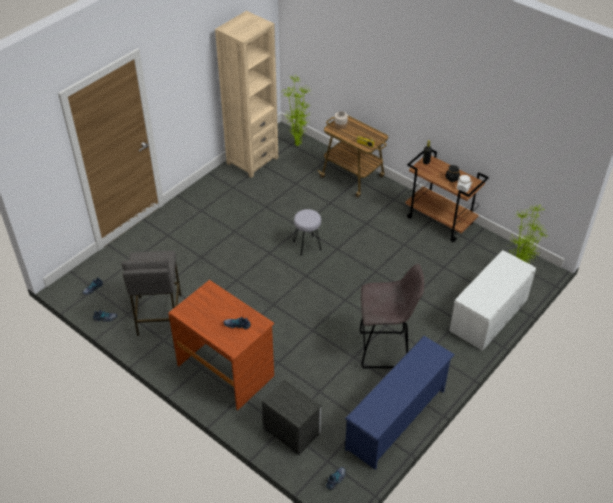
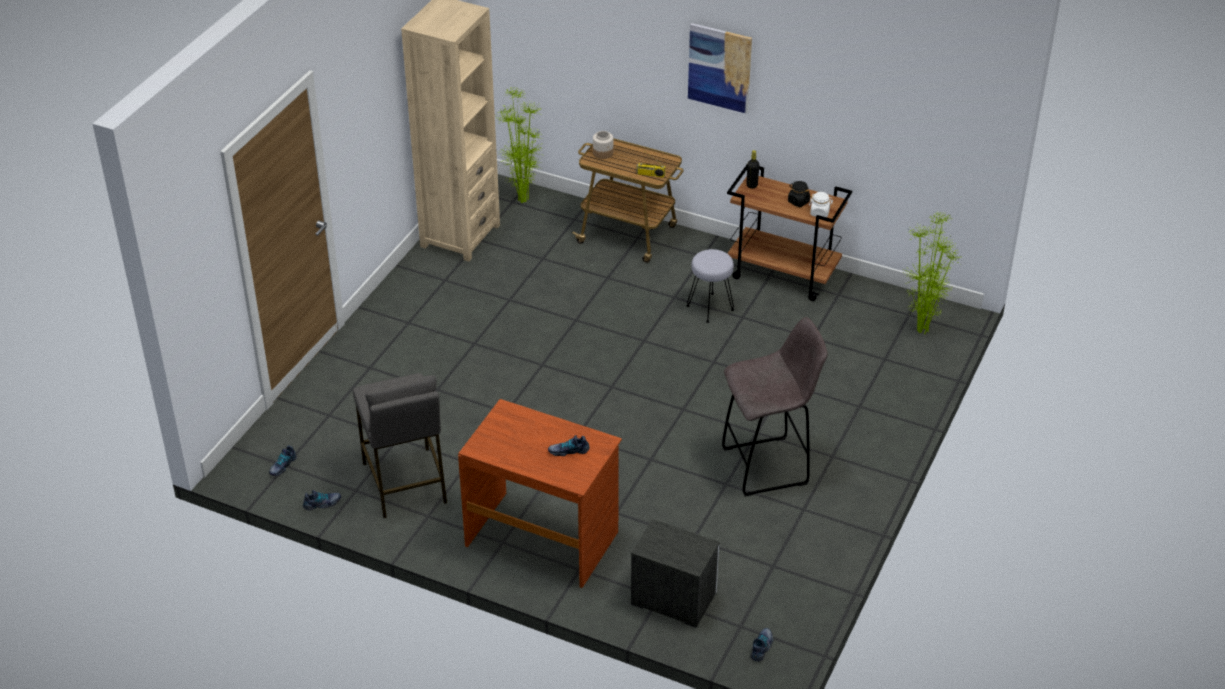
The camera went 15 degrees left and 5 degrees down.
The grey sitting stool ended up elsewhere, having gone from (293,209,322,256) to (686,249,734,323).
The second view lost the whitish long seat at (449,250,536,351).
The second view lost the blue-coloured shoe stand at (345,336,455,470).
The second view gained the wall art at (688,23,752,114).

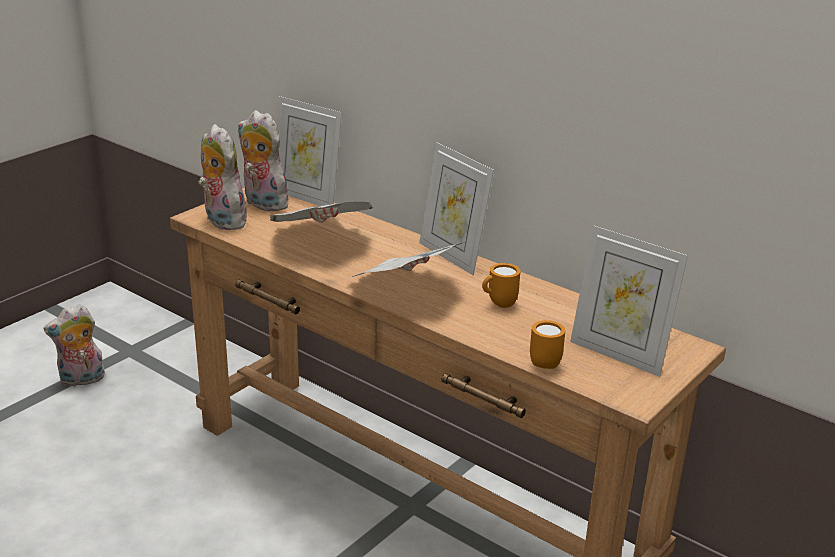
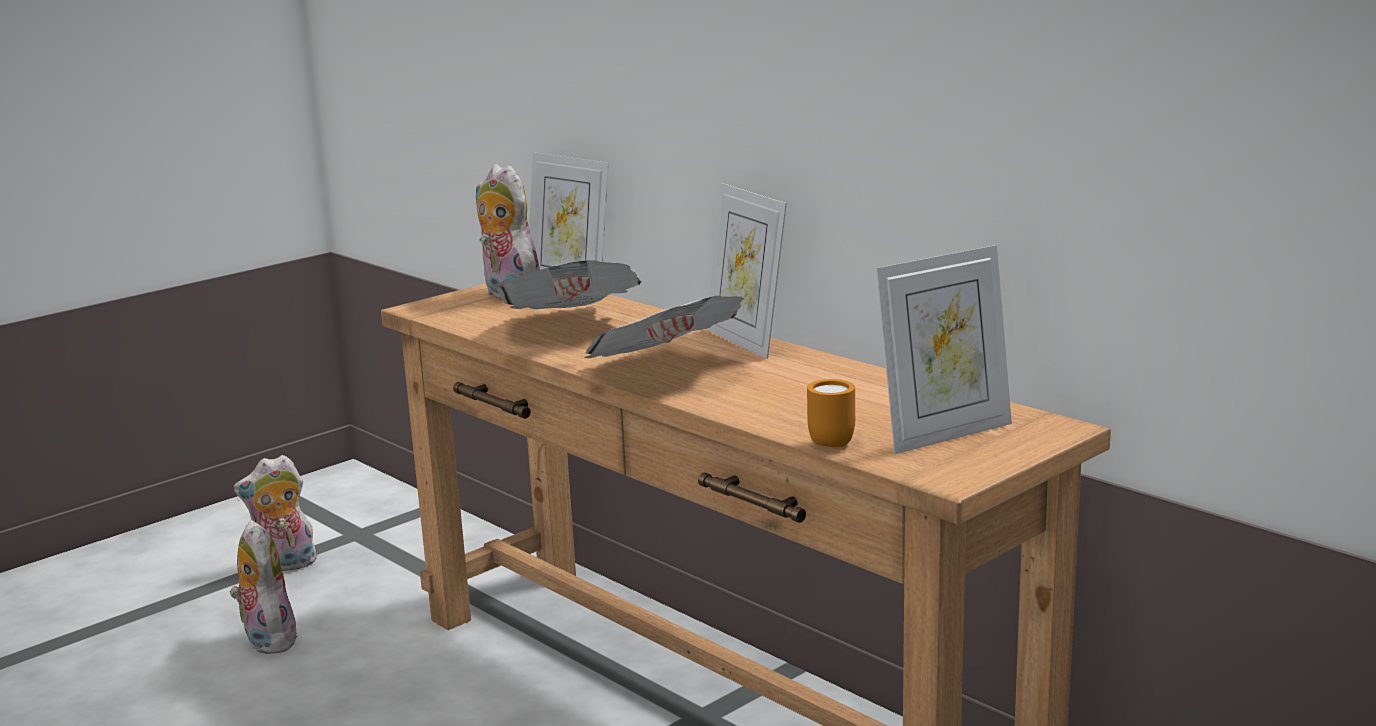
The camera went 10 degrees right and 10 degrees down.
The plush toy ended up elsewhere, having gone from (198,124,247,230) to (229,520,301,654).
The photo frame at (570,225,688,377) ended up facing another way, 75 degrees counterclockwise from before.
The second view lost the orange-coloured mug at (482,263,520,308).

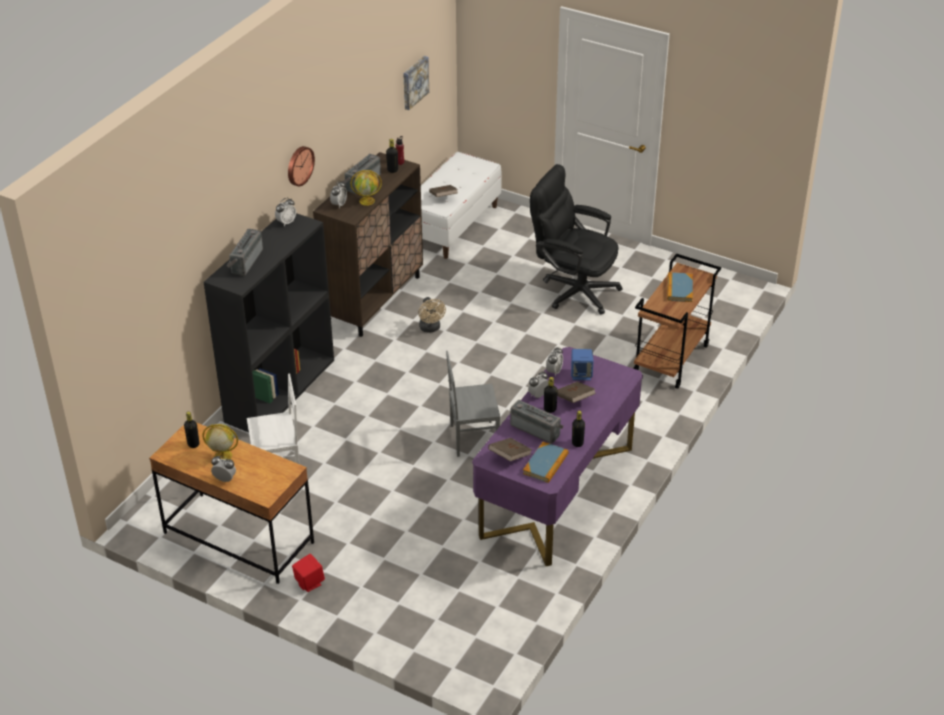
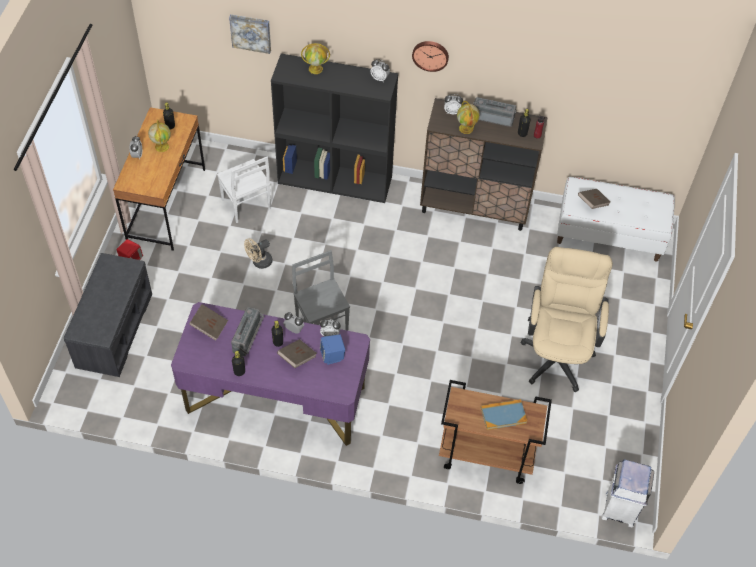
The camera went 70 degrees right and 15 degrees up.
The wall art ended up elsewhere, having gone from (403,56,429,110) to (229,14,271,54).
What was the black-coloured desk chair at (530,164,622,314) turned into the sand-coloured desk chair at (521,247,613,392).
Where the radio receiver stood at (226,229,263,276), the world globe came to stand at (301,43,330,74).
The sand-coloured fan ended up elsewhere, having gone from (418,297,446,333) to (244,238,273,269).
The second view lost the bound book at (523,442,569,483).
The second view gained the grey long seat at (64,253,152,377).
The second view gained the whitish rubbish bin at (602,459,654,527).

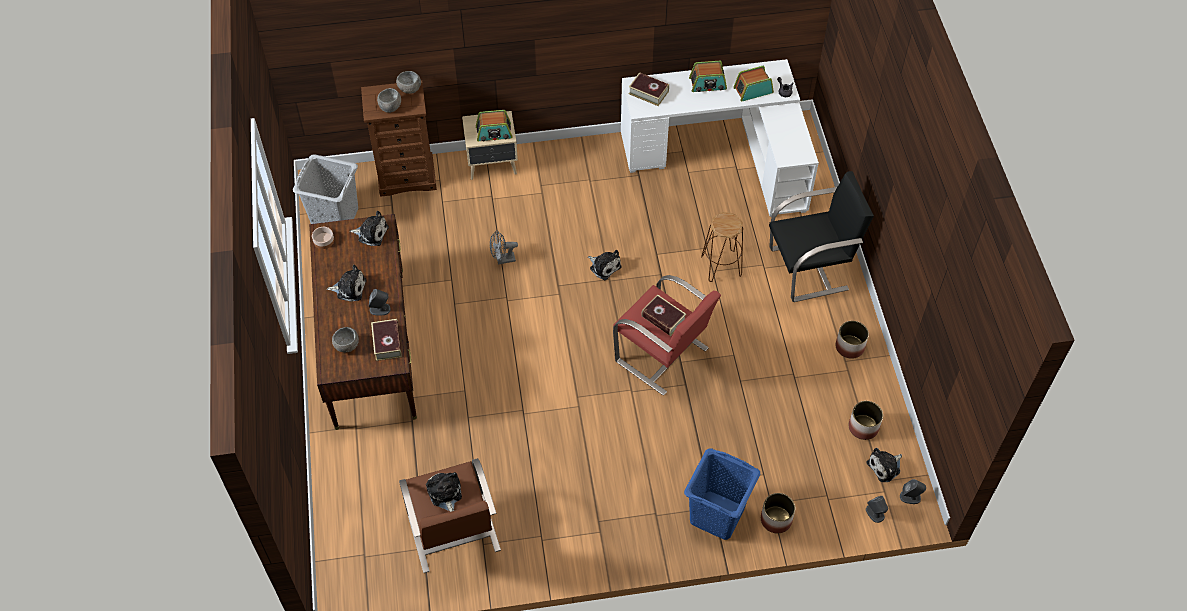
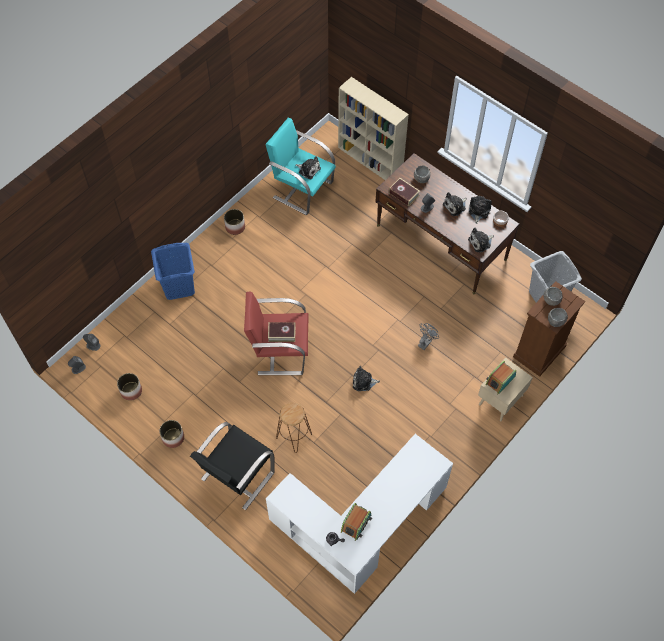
The camera went 140 degrees right and 5 degrees up.
The second view lost the radio receiver at (689,61,727,92).
The second view lost the bound book at (629,72,669,106).
The plush toy ended up elsewhere, having gone from (866,448,902,482) to (469,196,492,224).
What was the brownish lounge chair at (399,458,501,573) turned into the blue-green lounge chair at (265,118,336,215).
The plant pot ended up elsewhere, having gone from (761,493,795,533) to (224,209,245,235).
The second view gained the sand-coloured shelving unit at (338,77,409,180).

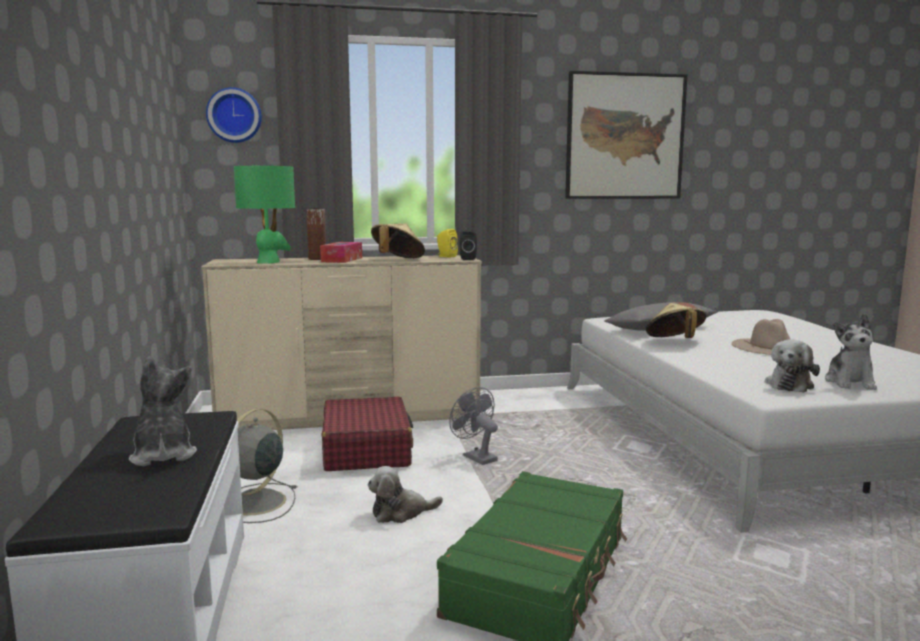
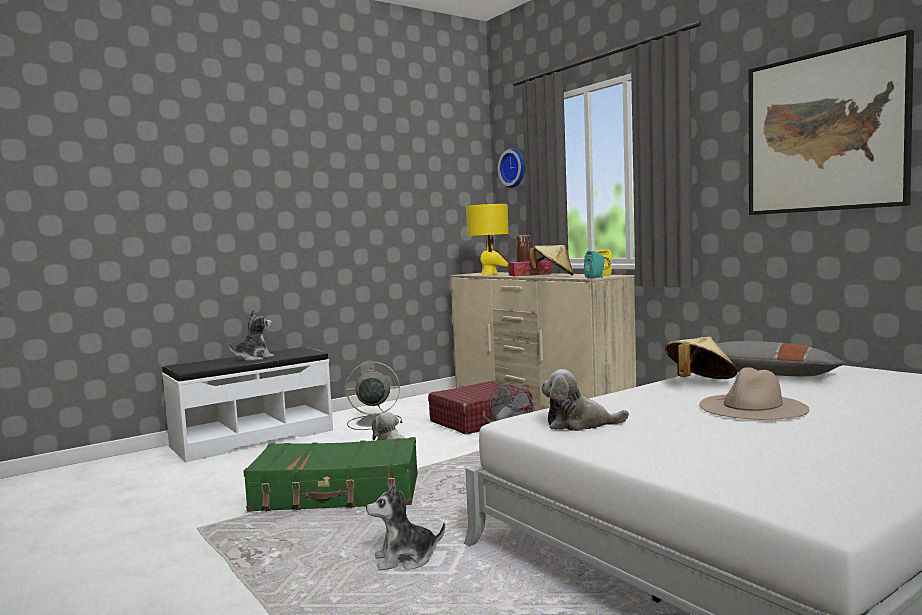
The camera went 65 degrees right and 5 degrees down.
What was the greenish lamp for a table at (234,165,295,264) turned into the yellow-coloured lamp for a table at (466,204,509,275).
What was the black-coloured loudspeaker at (460,231,477,260) turned into the blue-green loudspeaker at (584,251,604,278).
The plush toy ended up elsewhere, having gone from (825,314,877,390) to (366,484,445,570).

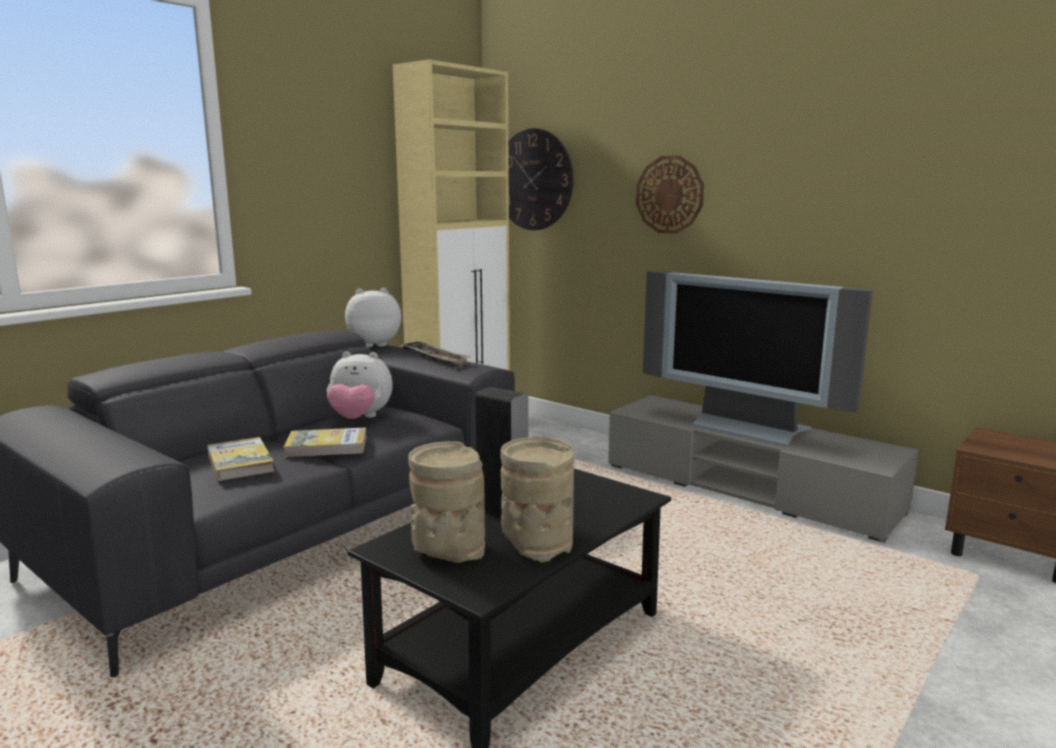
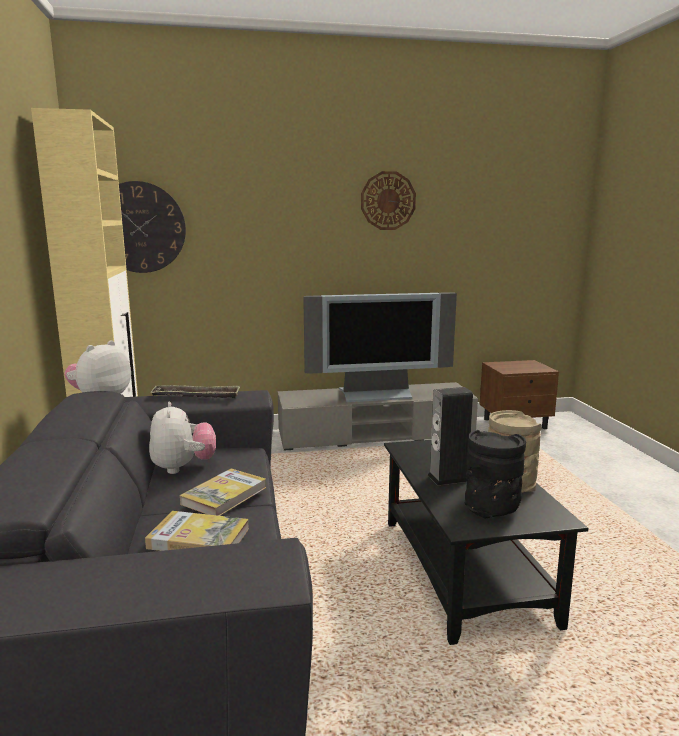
The camera went 50 degrees left and 0 degrees up.
The wall clock ended up elsewhere, having gone from (636,156,704,234) to (361,171,416,230).
The plush toy at (327,351,393,419) ended up facing another way, 60 degrees counterclockwise from before.
What was the sand-coloured vase at (408,441,485,563) turned into the black-coloured vase at (465,430,526,519).

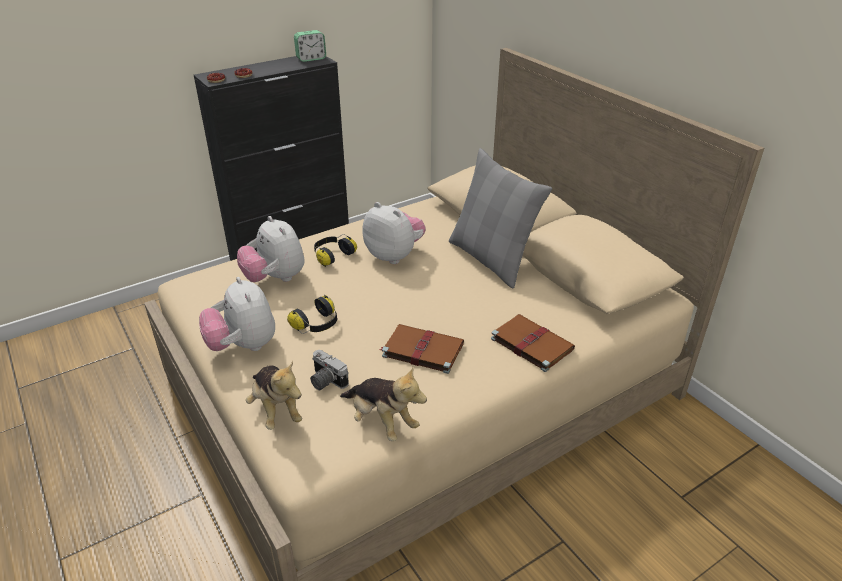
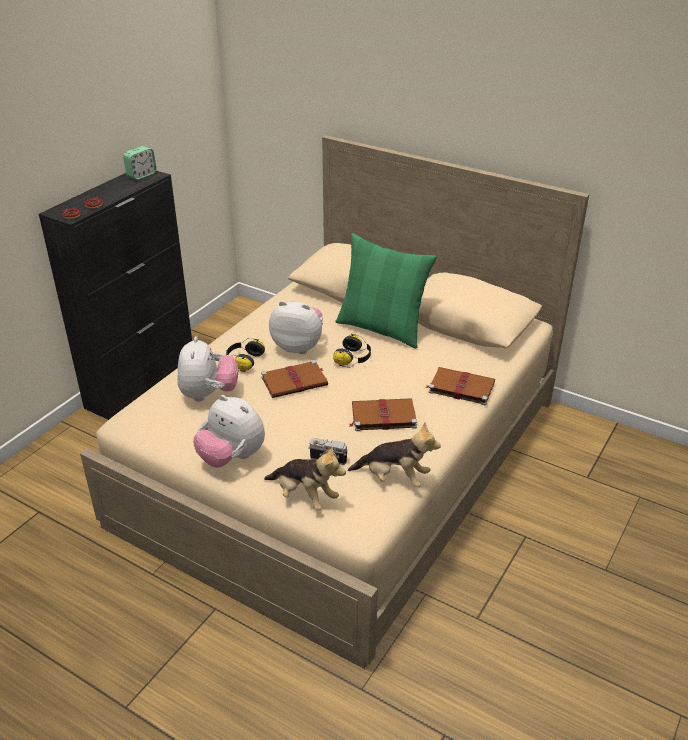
The camera went 25 degrees left and 0 degrees up.
What was the grey throw pillow at (449,148,552,288) turned into the greenish throw pillow at (336,233,437,348).
The plush toy at (237,216,305,282) ended up facing another way, 120 degrees counterclockwise from before.
The headphones ended up elsewhere, having gone from (287,295,337,334) to (333,334,371,368).
The second view gained the brownish bound book at (261,360,328,398).

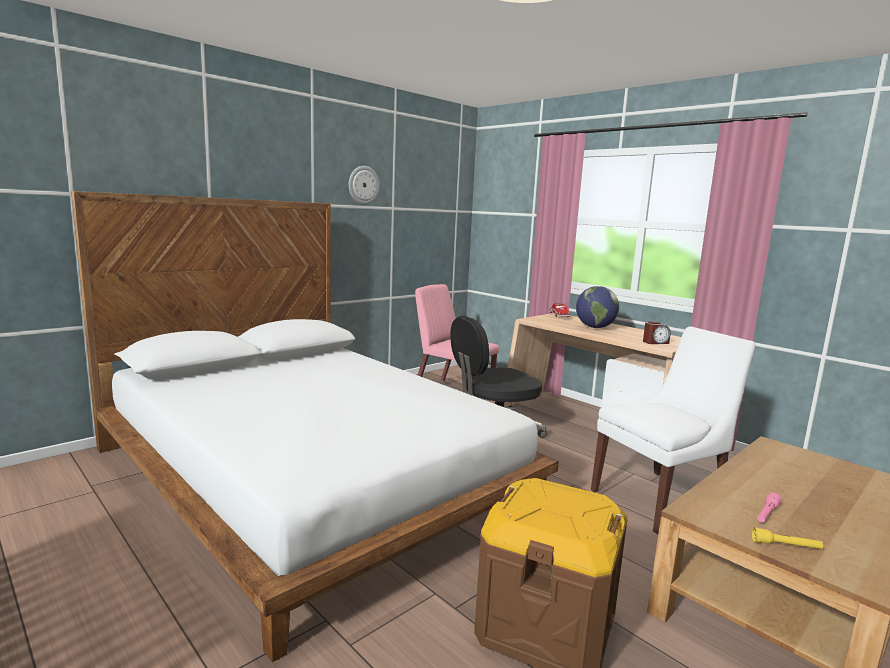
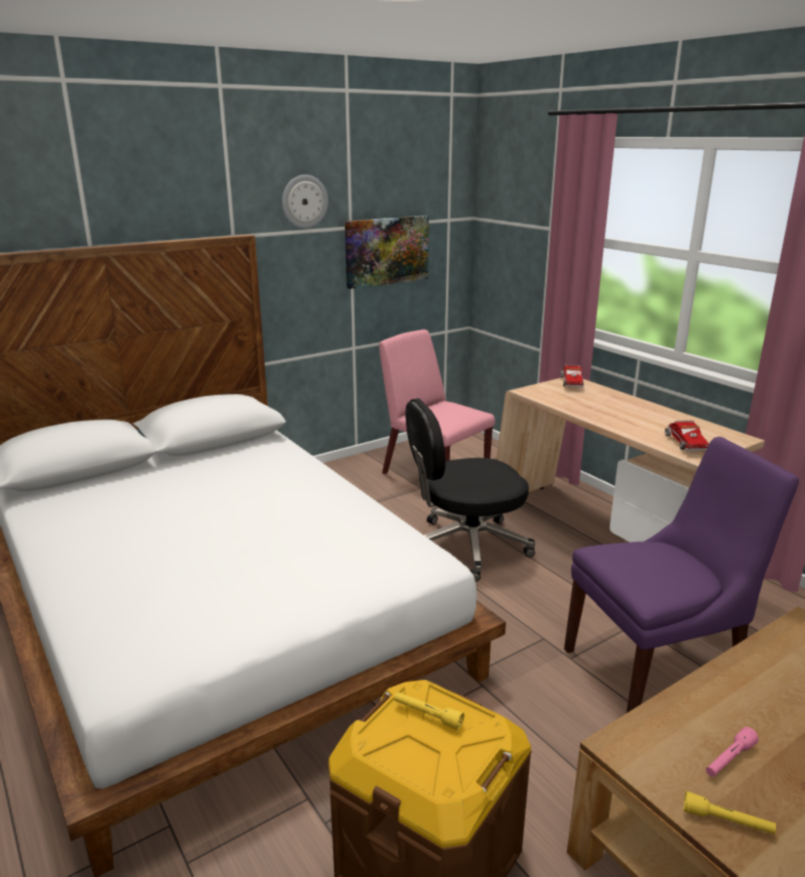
The camera went 10 degrees right and 10 degrees up.
The second view lost the world globe at (576,286,619,328).
Where the table clock stood at (643,322,671,344), the toy truck came to stand at (665,420,709,451).
What was the whitish plain chair at (591,326,756,534) turned into the purple plain chair at (564,437,799,713).
The second view gained the wall art at (345,215,429,289).
The second view gained the yellow-coloured flashlight at (394,692,464,730).

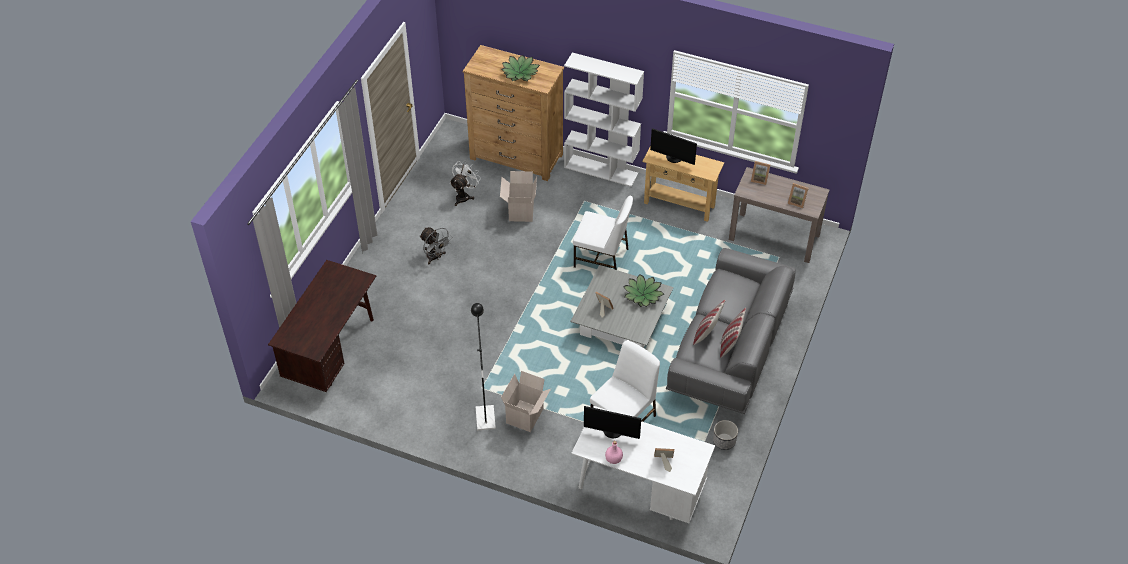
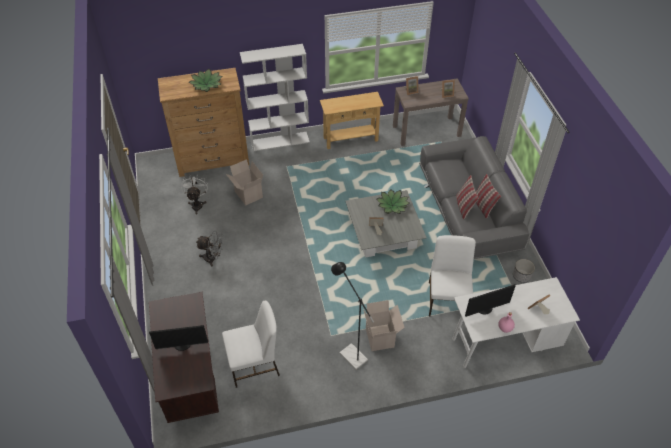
The camera went 35 degrees left and 0 degrees up.
The monitor ended up elsewhere, having gone from (650,128,697,165) to (149,325,208,351).
The whitish plain chair ended up elsewhere, having gone from (573,196,633,270) to (222,301,280,388).

